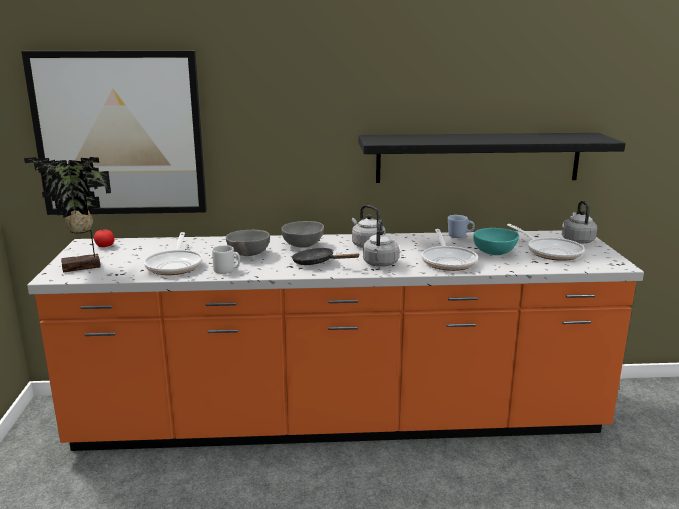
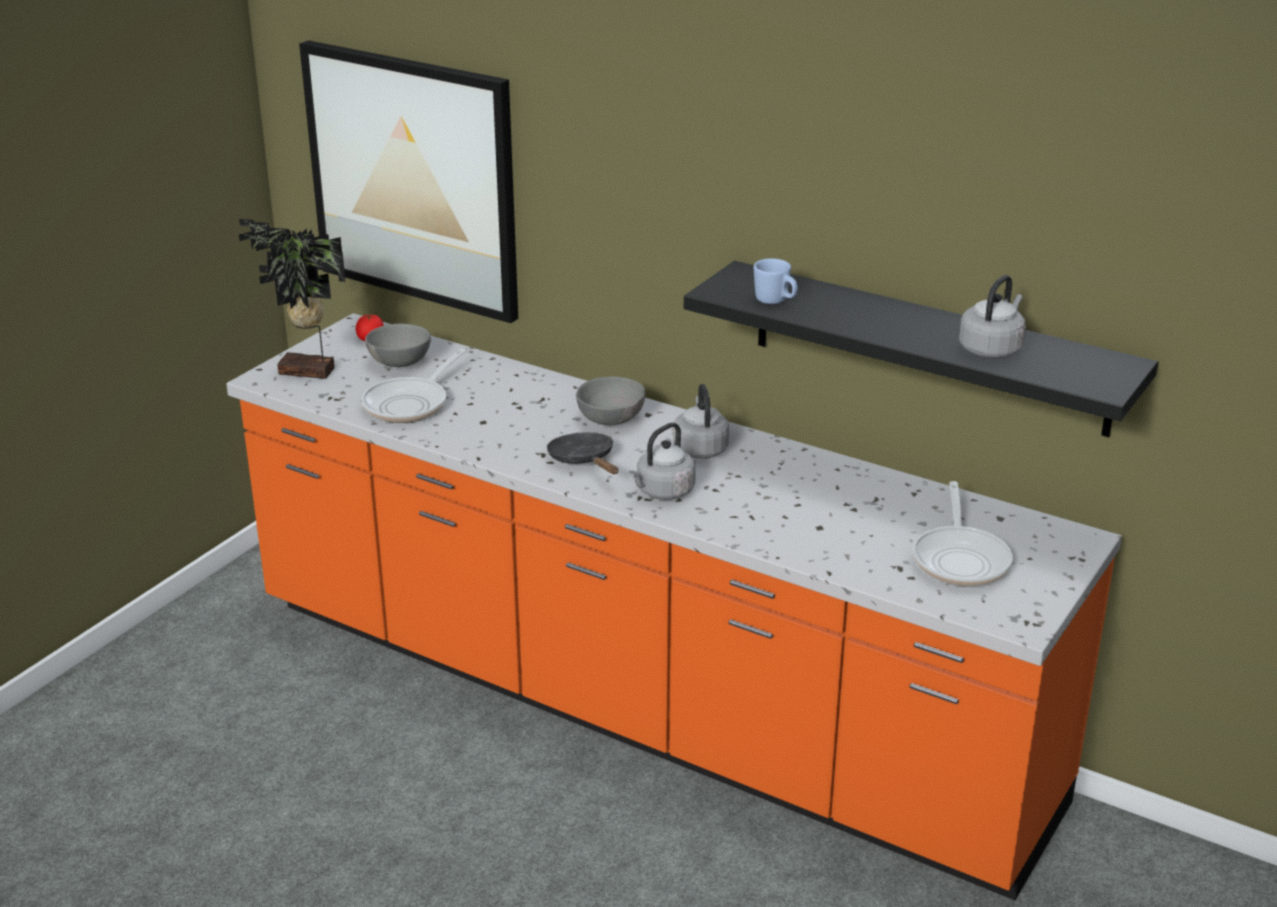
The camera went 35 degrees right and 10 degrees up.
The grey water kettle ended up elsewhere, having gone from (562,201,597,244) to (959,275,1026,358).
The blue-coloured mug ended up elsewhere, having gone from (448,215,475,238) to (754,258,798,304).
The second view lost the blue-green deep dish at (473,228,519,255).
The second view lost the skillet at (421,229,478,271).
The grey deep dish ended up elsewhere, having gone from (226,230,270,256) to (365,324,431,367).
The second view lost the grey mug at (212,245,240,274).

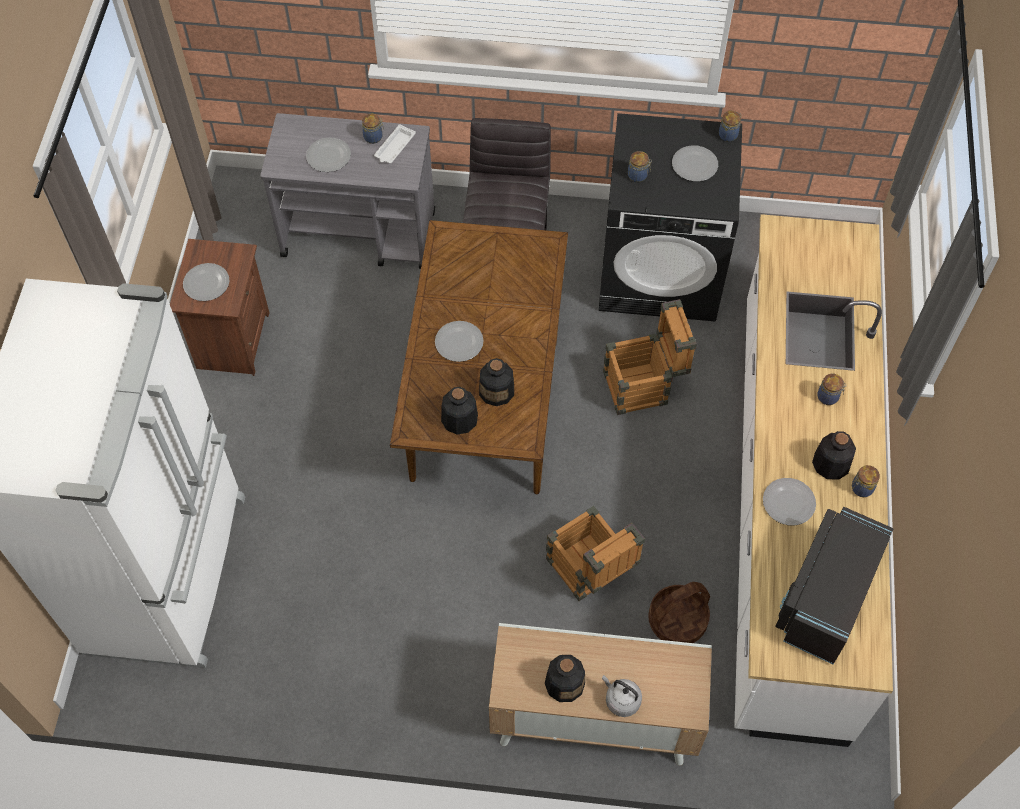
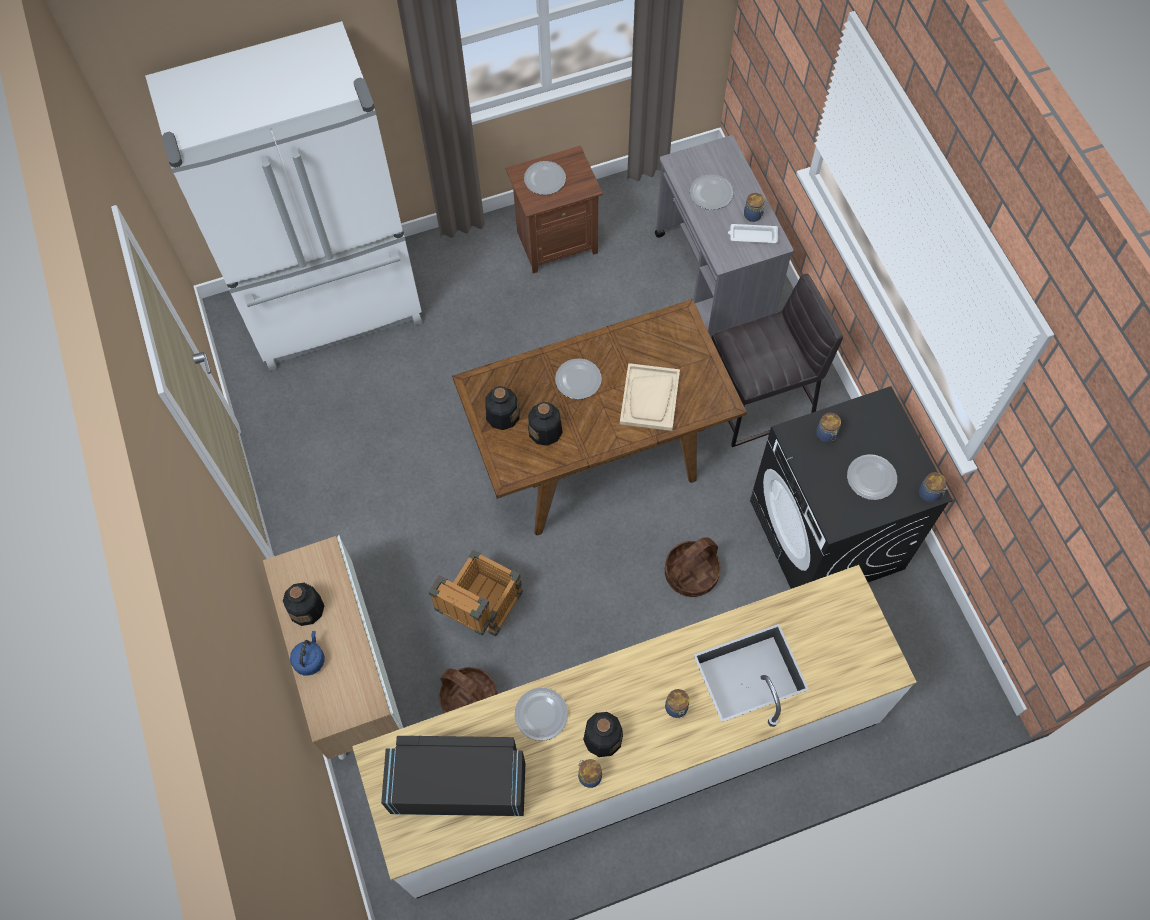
The camera went 65 degrees right and 5 degrees up.
Where the packing crate stood at (603,299,697,415), the household basket came to stand at (665,537,721,597).
What was the grey water kettle at (602,675,642,717) turned into the blue-coloured water kettle at (290,631,325,676).
The second view gained the sand-coloured carrying tray at (620,363,680,431).

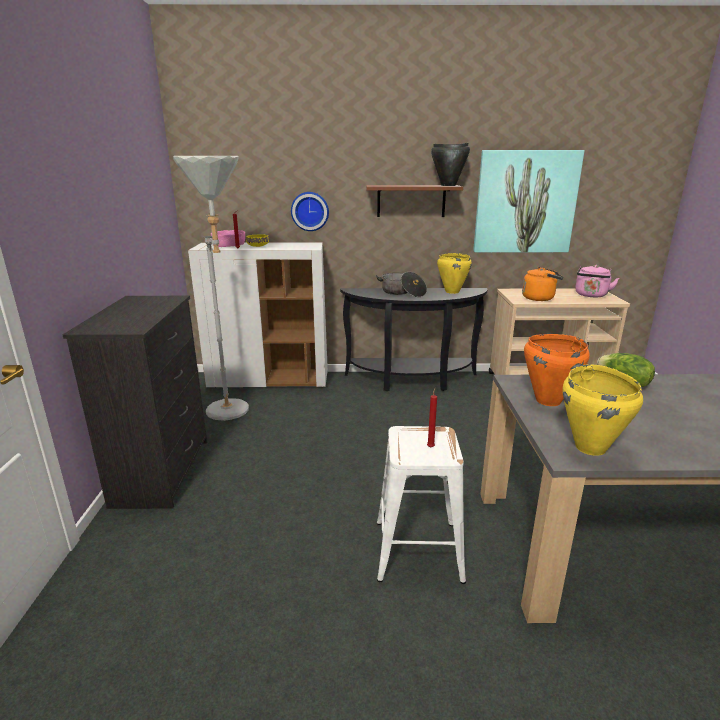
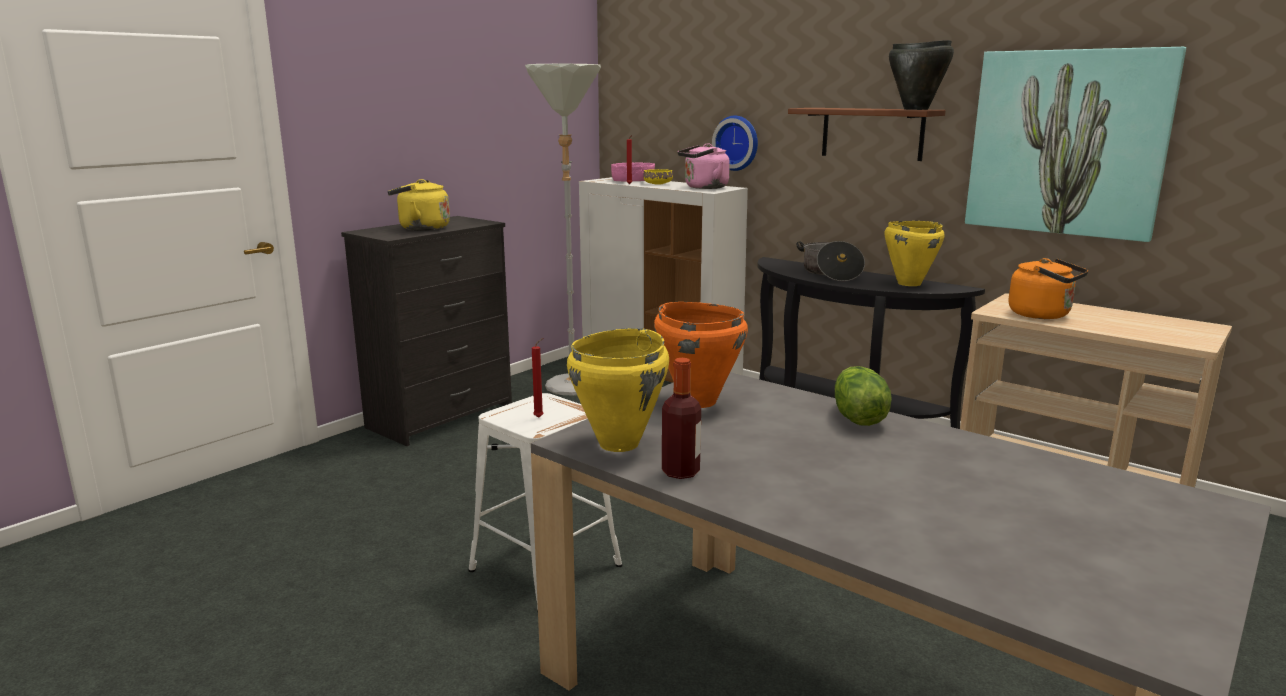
The camera went 40 degrees right and 5 degrees down.
The pink water kettle ended up elsewhere, having gone from (575,265,619,297) to (678,143,730,189).
The second view gained the yellow-coloured water kettle at (388,179,450,231).
The second view gained the drink bottle at (662,358,701,479).

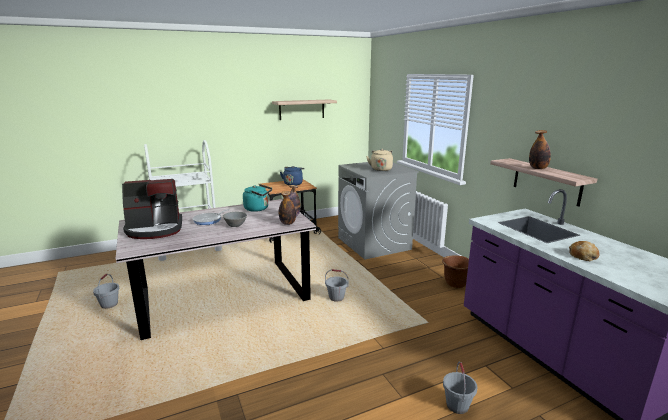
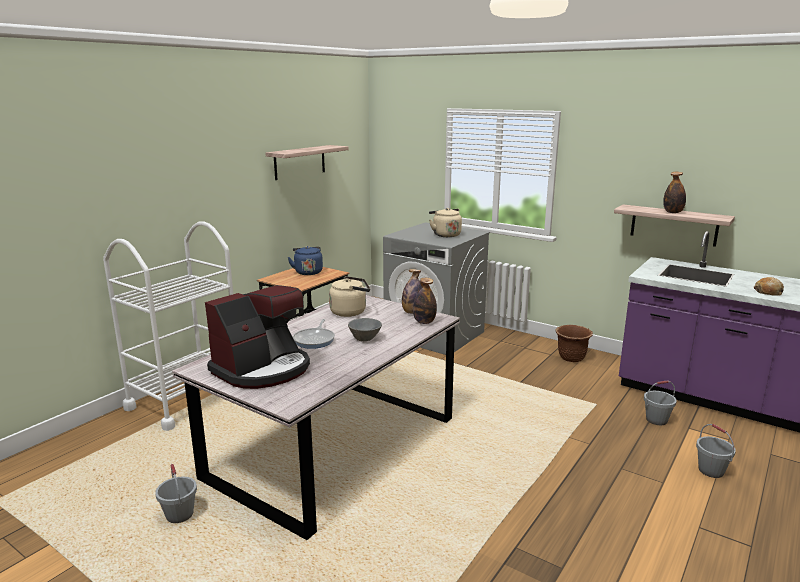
The camera went 30 degrees left and 0 degrees up.
What was the blue-green water kettle at (243,184,272,212) turned into the sand-coloured water kettle at (329,276,370,317).
The grey pail ended up elsewhere, having gone from (325,269,349,302) to (644,380,677,425).

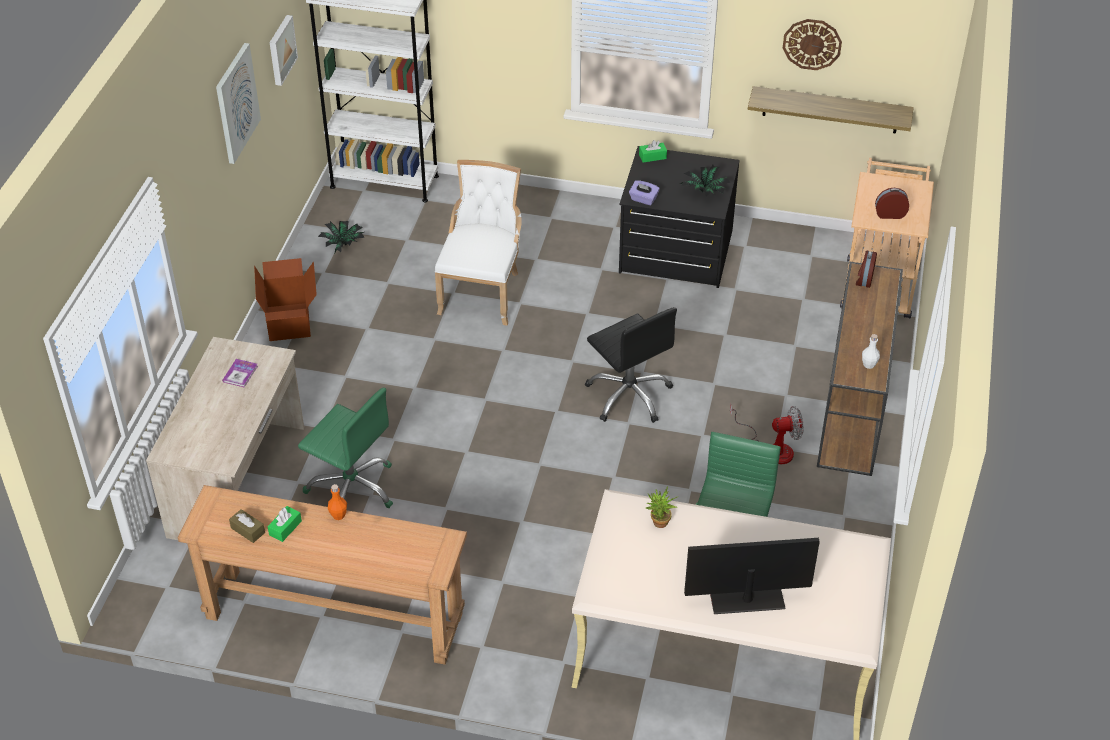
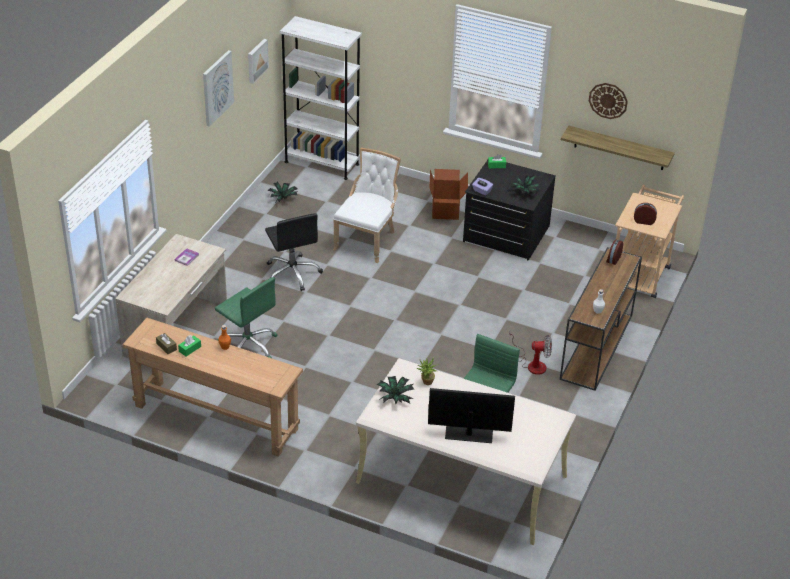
The camera went 10 degrees right and 5 degrees down.
The packing box ended up elsewhere, having gone from (254,258,317,341) to (430,169,468,220).
The black-coloured desk chair ended up elsewhere, having gone from (585,307,677,423) to (265,213,323,291).
The second view gained the potted plant at (376,376,414,404).

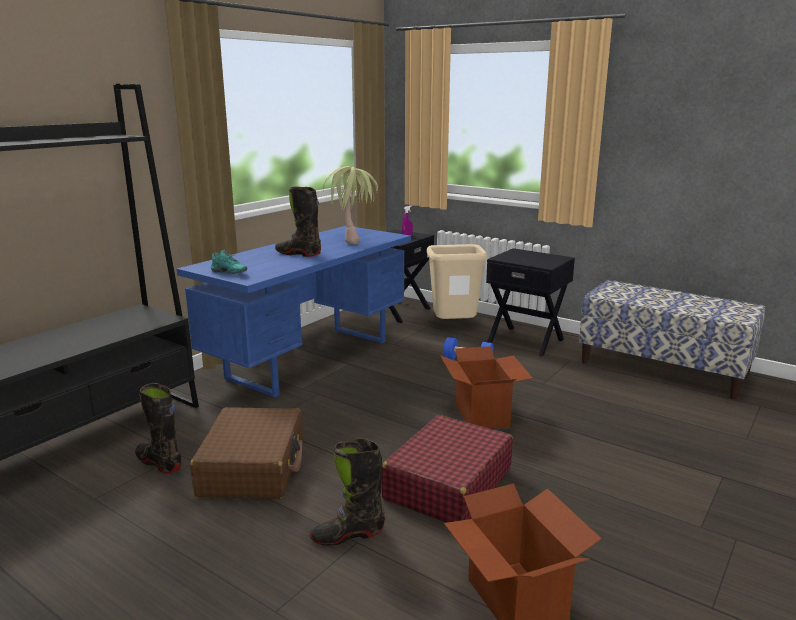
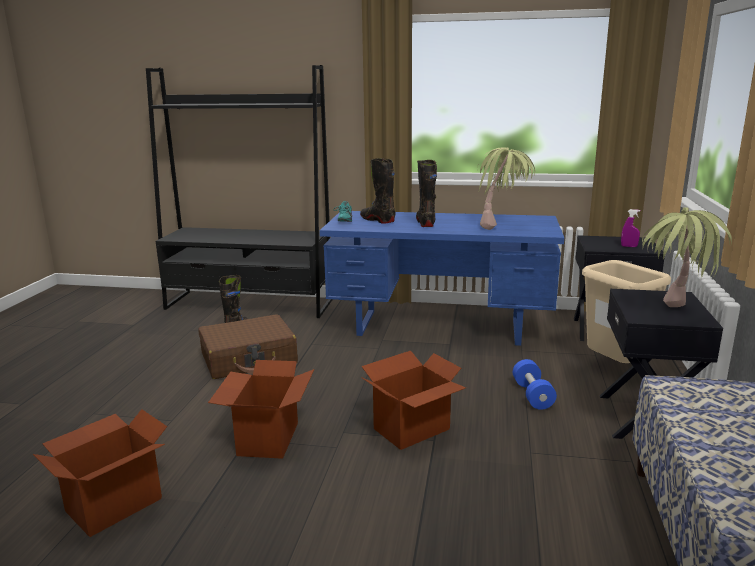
The camera went 65 degrees right and 0 degrees up.
Where the red-coloured travel case stood at (381,415,513,523), the packing box came to stand at (208,360,314,459).
The black-coloured boot ended up elsewhere, having gone from (309,438,385,545) to (360,158,396,224).
The second view gained the potted plant at (642,207,732,307).

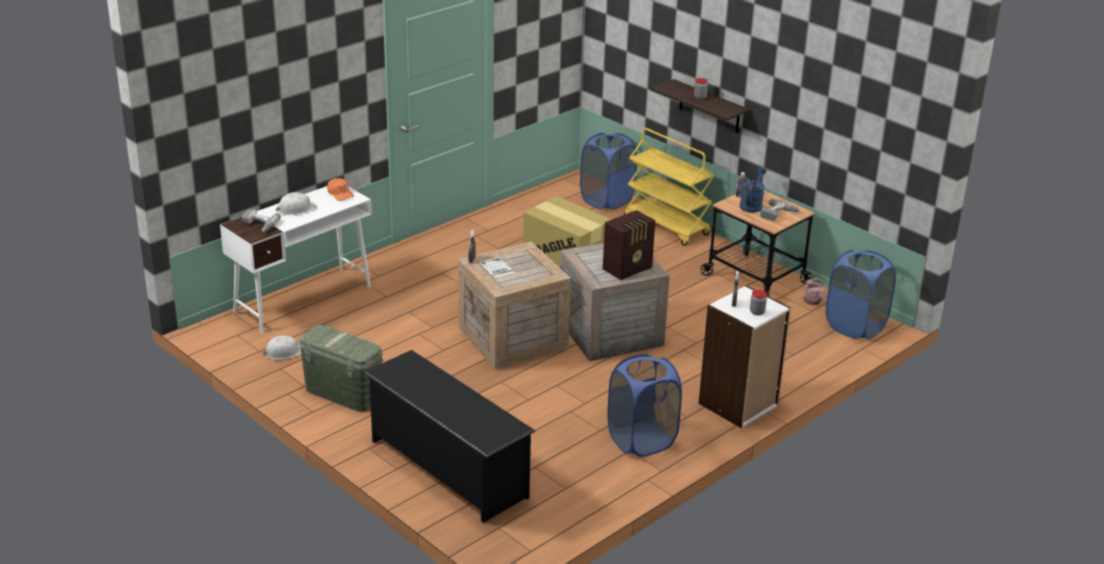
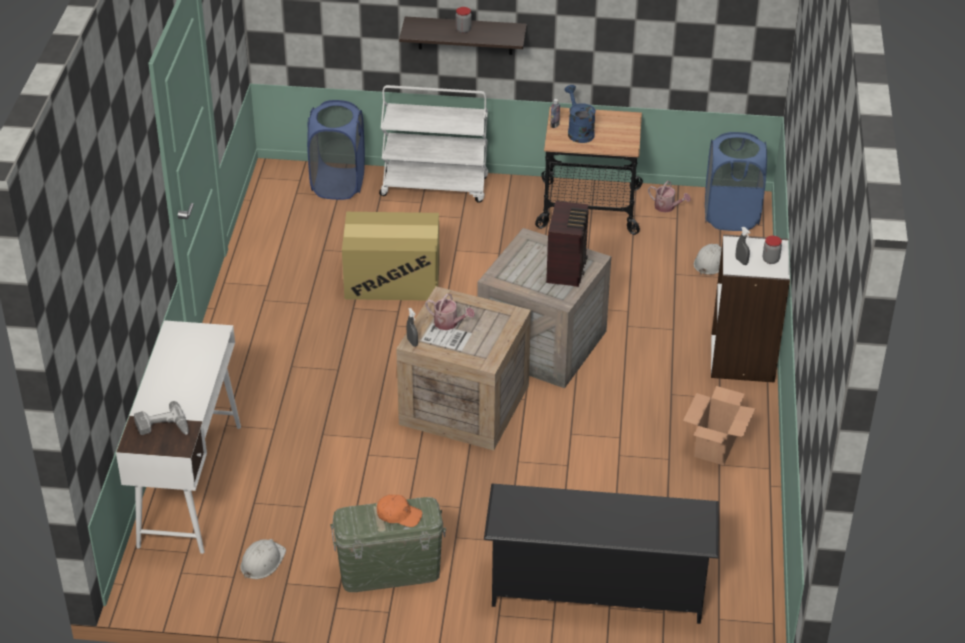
The camera went 40 degrees left and 10 degrees up.
What was the yellow-coloured wheeled cart at (624,128,714,246) turned into the whitish wheeled cart at (379,85,488,203).
The orange-coloured baseball cap ended up elsewhere, having gone from (327,178,354,201) to (377,494,422,527).
The whitish hard hat ended up elsewhere, having gone from (276,192,317,215) to (694,244,722,275).
The second view lost the electric drill at (760,199,800,221).
Where the blue-coloured washing basket stood at (607,354,682,457), the packing box came to stand at (683,386,755,465).
The second view gained the watering pot at (425,294,475,330).

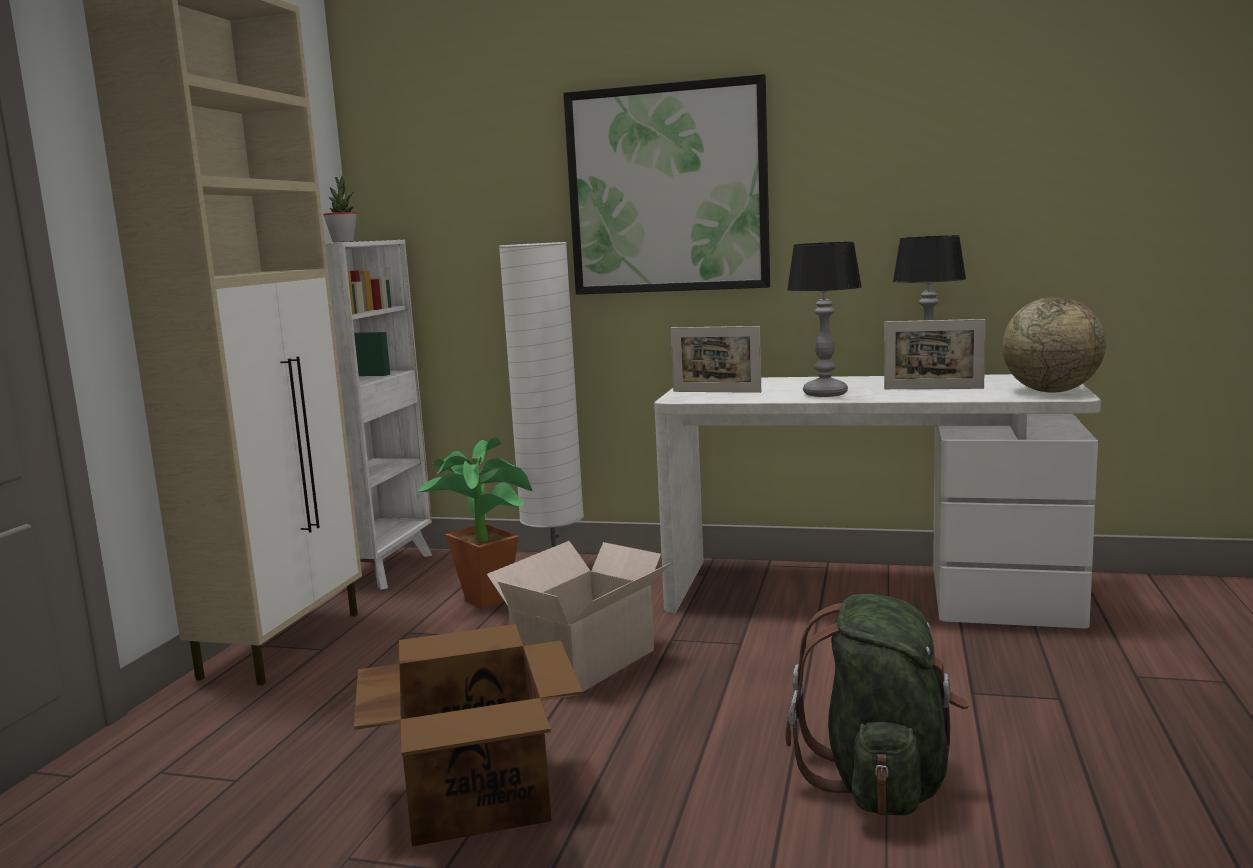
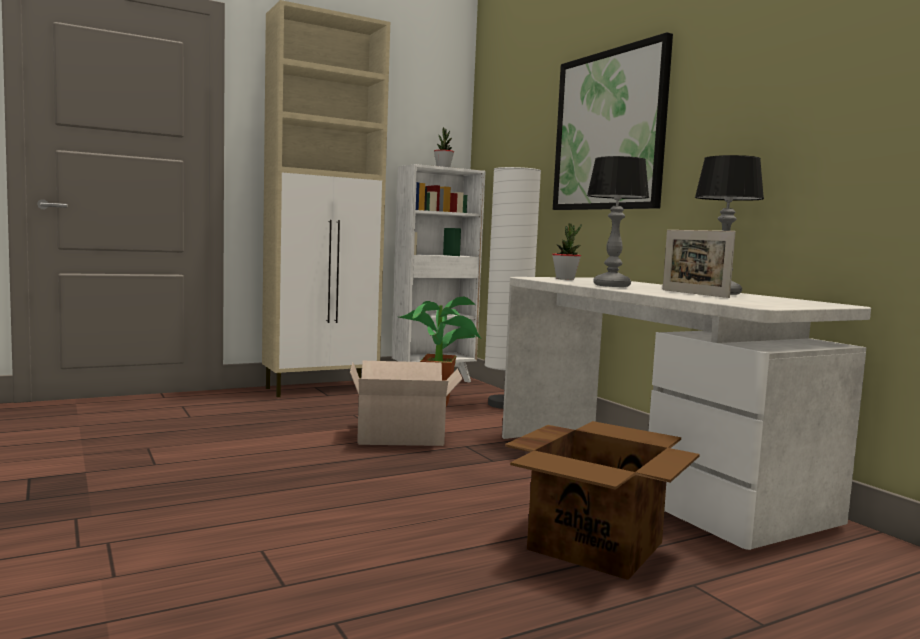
The camera went 45 degrees right and 5 degrees down.
The second view lost the world globe at (1002,297,1106,393).
Where the photo frame stood at (671,326,761,393), the potted plant came to stand at (552,224,582,280).
The second view lost the greenish backpack at (785,594,970,816).
The packing box ended up elsewhere, having gone from (354,624,583,846) to (505,421,700,580).

